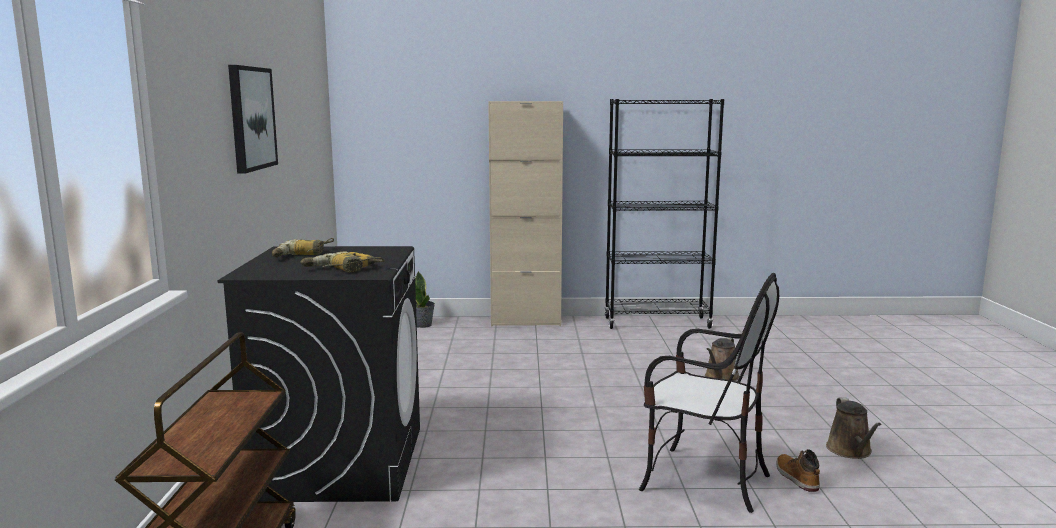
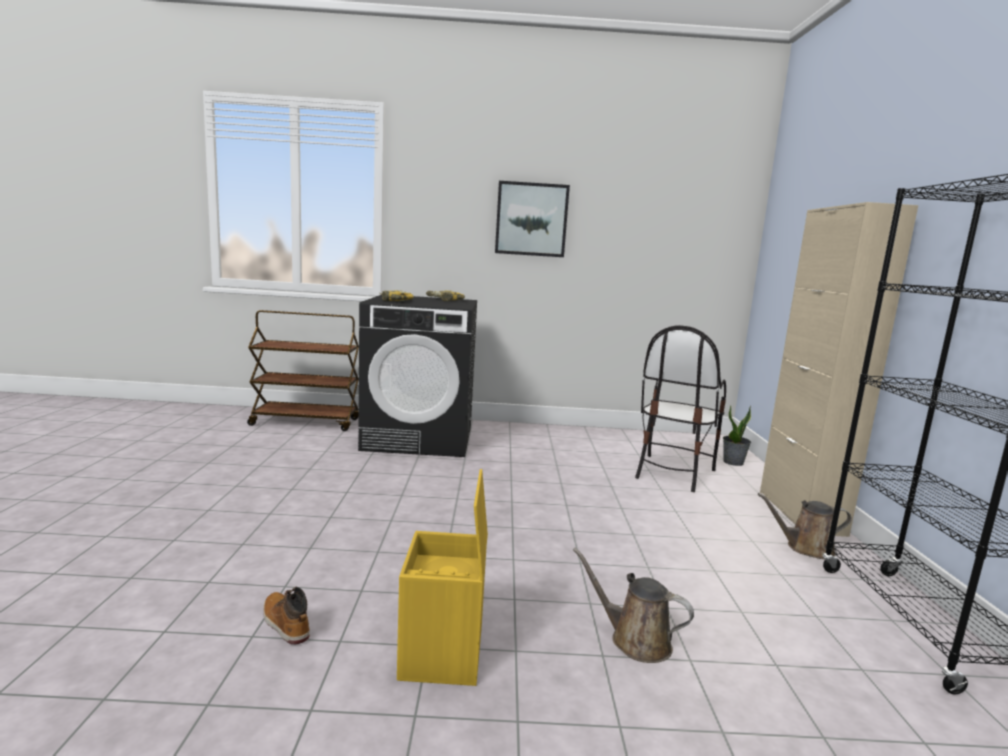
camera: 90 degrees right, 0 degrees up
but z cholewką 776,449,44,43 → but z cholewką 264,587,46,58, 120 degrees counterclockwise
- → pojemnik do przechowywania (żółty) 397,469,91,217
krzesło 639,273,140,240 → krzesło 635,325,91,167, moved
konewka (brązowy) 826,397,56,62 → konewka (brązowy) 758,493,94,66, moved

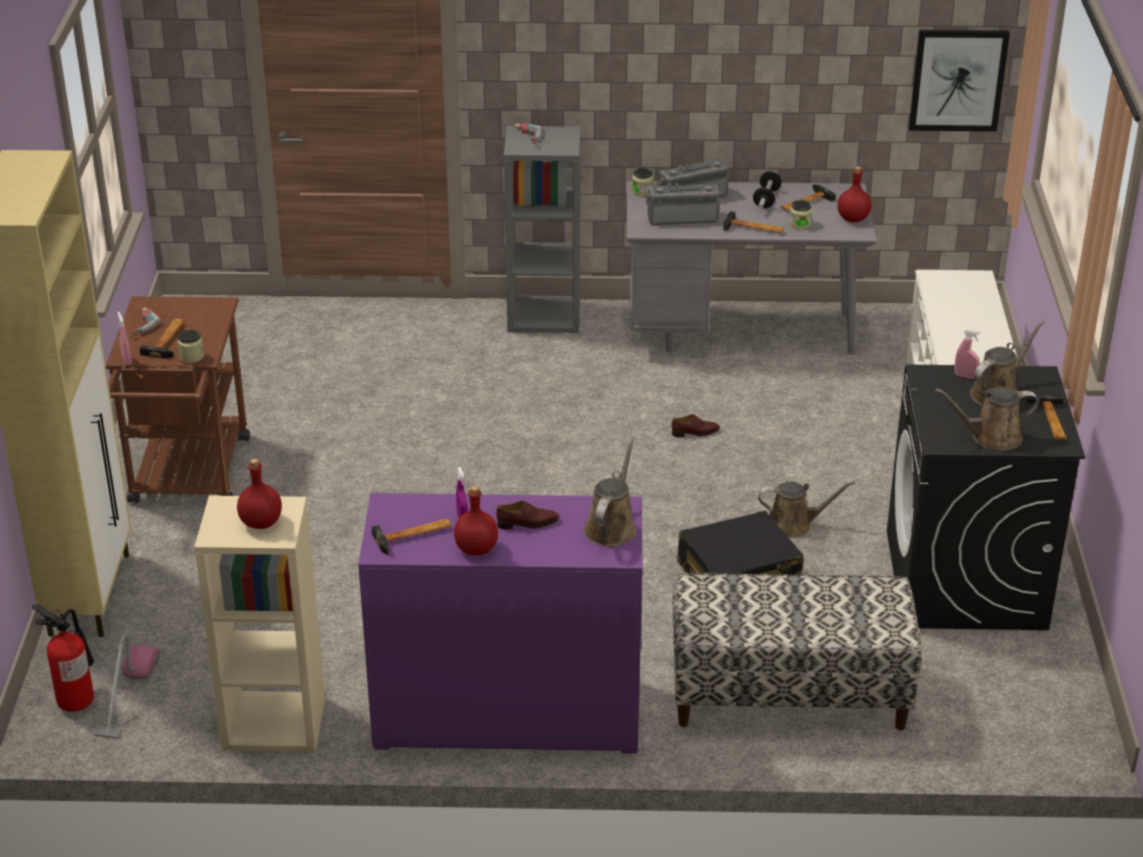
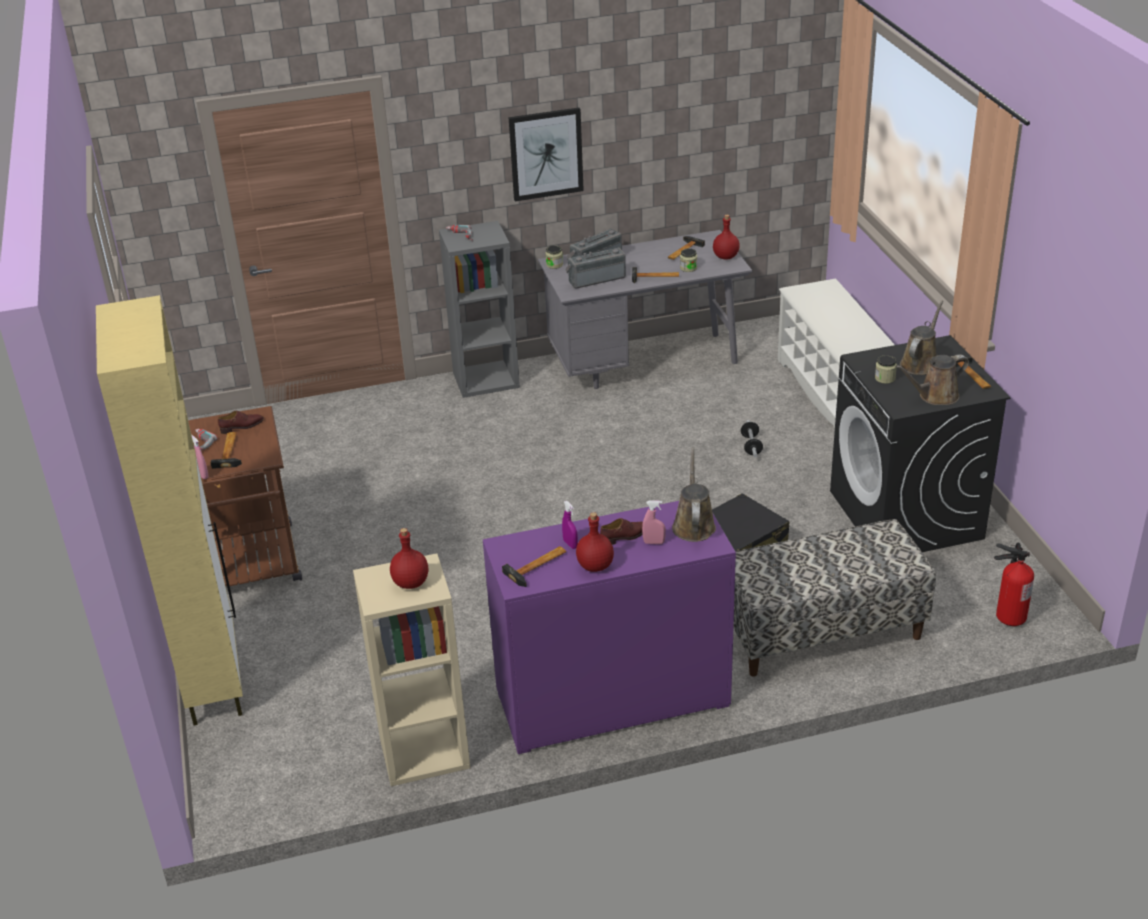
camera: 15 degrees left, 0 degrees up
but (brązowy) 672,414,48,23 → but (brązowy) 218,411,46,23, moved
obraz 909,30,101,102 → obraz 508,107,76,94, moved
spryskiwacz (różowy) 954,329,27,50 → spryskiwacz (różowy) 642,500,24,44, moved
hantel 753,171,29,38 → hantel 741,420,22,38, moved
słoik 178,330,26,33 → słoik 875,355,22,29, moved
gaśnica 32,604,62,108 → gaśnica 994,542,40,84, moved
odkurzacz 94,634,66,105 → -
konewka (brązowy) 758,481,97,57 → -

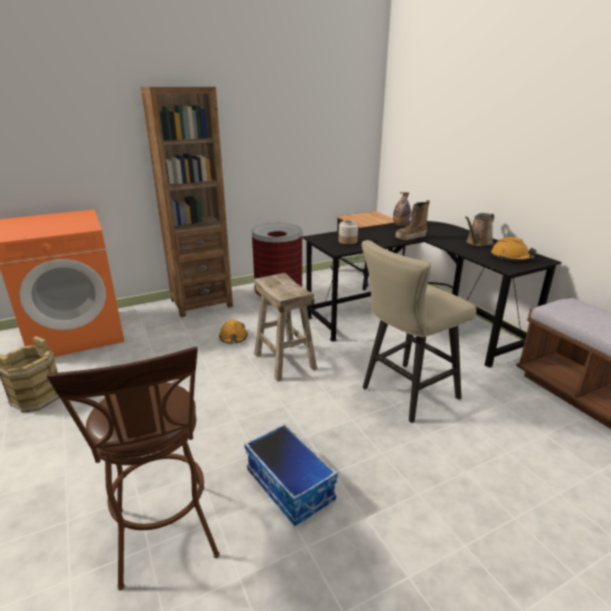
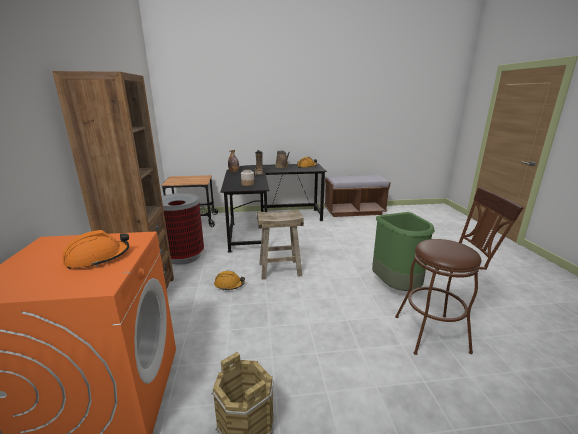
camera: 70 degrees left, 5 degrees down
- → kask (pomarańczowy) 63,230,66,39
pojemnik do przechowywania 244,424,94,102 → kosz na śmieci (zielony) 372,212,63,79
stołek (beżowy) 361,240,116,183 → -

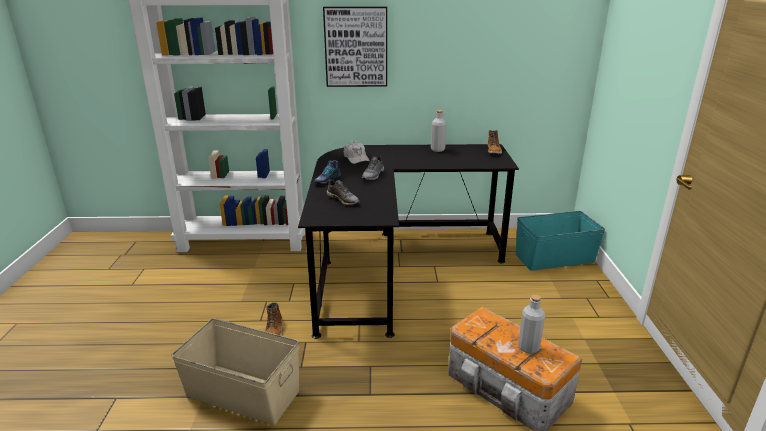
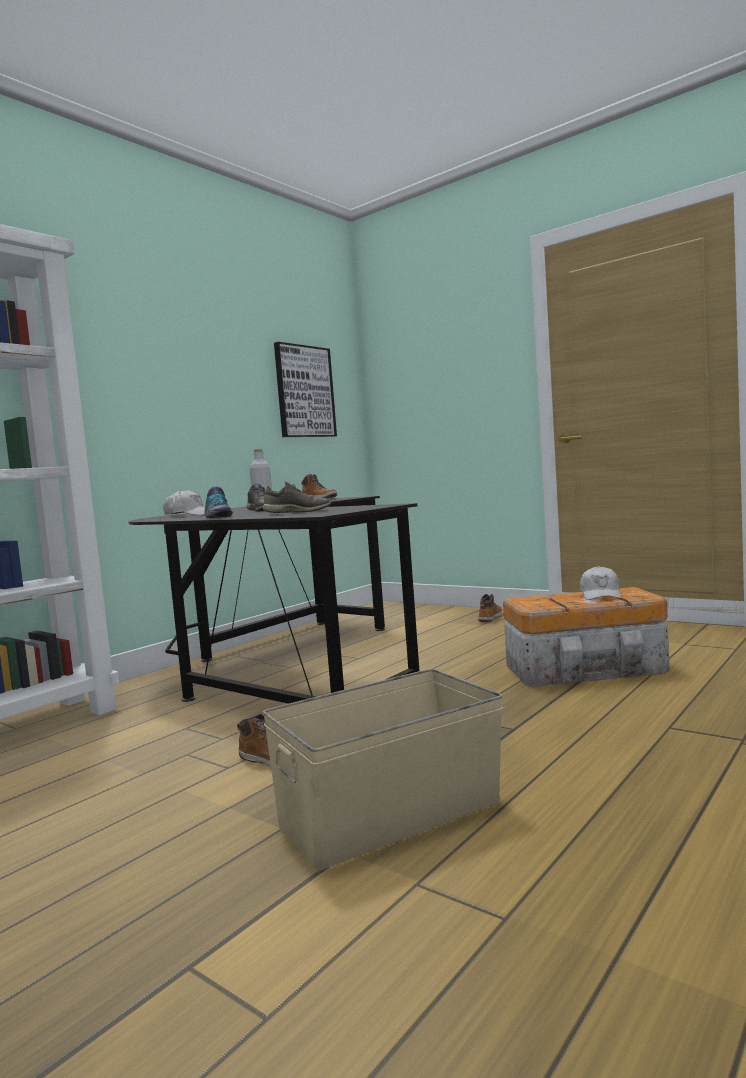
camera: 50 degrees left, 20 degrees down
obraz 323,6,64,81 → obraz 274,342,63,95, moved
- → but z cholewką 478,594,24,28
butelka (szary) 518,295,27,59 → czapka z daszkiem (biały) 580,566,42,34
pojemnik do przechowywania (turkusowy) 516,211,89,60 → -

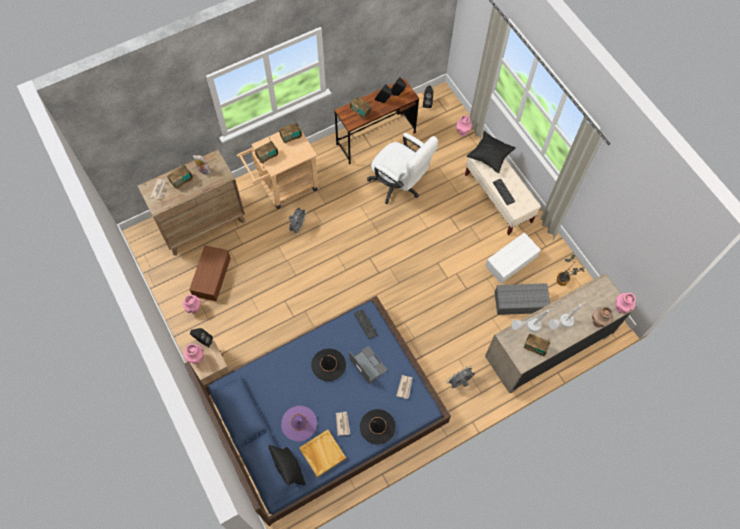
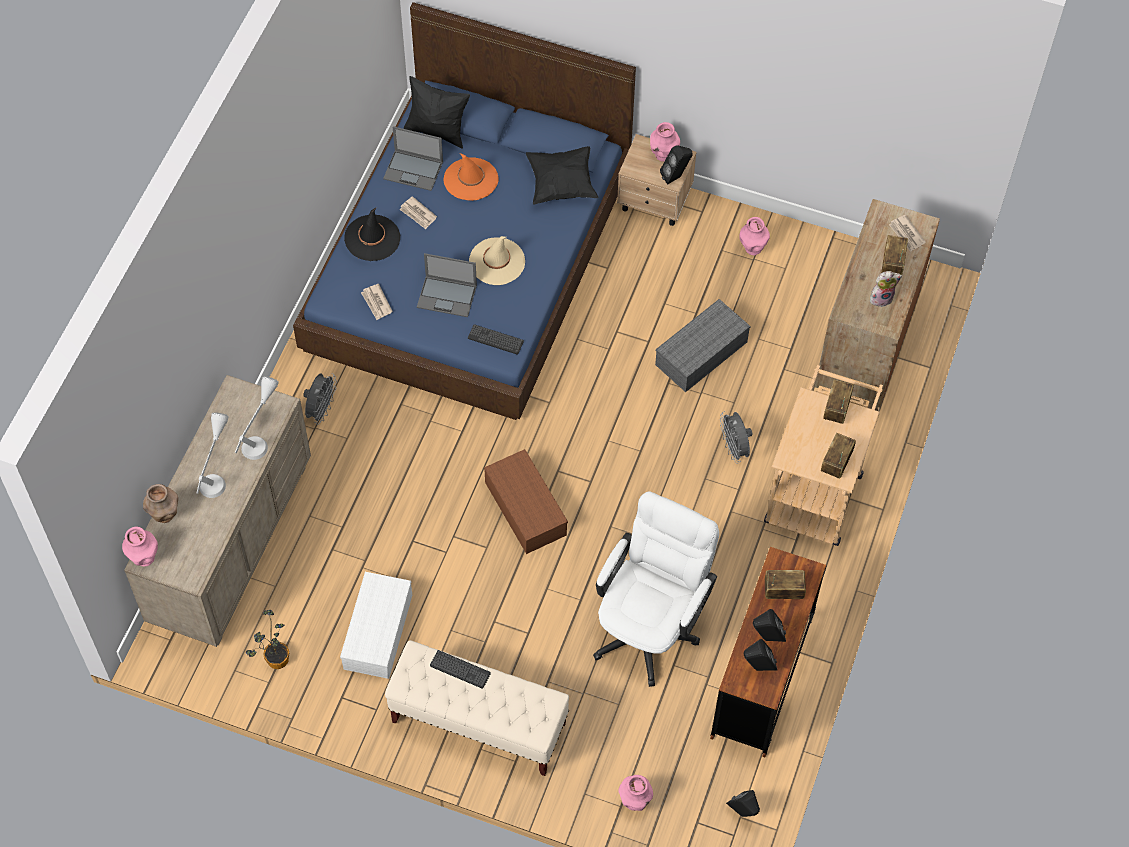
camera: 140 degrees right, 5 degrees down
taca (beżowy) 299,429,47,49 → laptop 383,126,60,65
kapelusz (fioletowy) 281,406,36,35 → kapelusz (pomarańczowy) 443,153,56,48
kapelusz (czarny) 311,349,35,32 → kapelusz (beżowy) 469,236,56,49
pojemnik do przechowywania (brązowy) 189,245,42,56 → pojemnik do przechowywania (brązowy) 484,449,84,105, moved
poduszka (czarny) 466,131,50,42 → poduszka (czarny) 526,146,72,58, moved
krzesło biurowe (biały) 367,133,71,71 → krzesło biurowe (biały) 593,491,126,196, 120 degrees clockwise
pojemnik do przechowywania (szary) 495,283,55,32 → pojemnik do przechowywania (szary) 655,299,95,93, moved
radio 524,334,26,22 → -

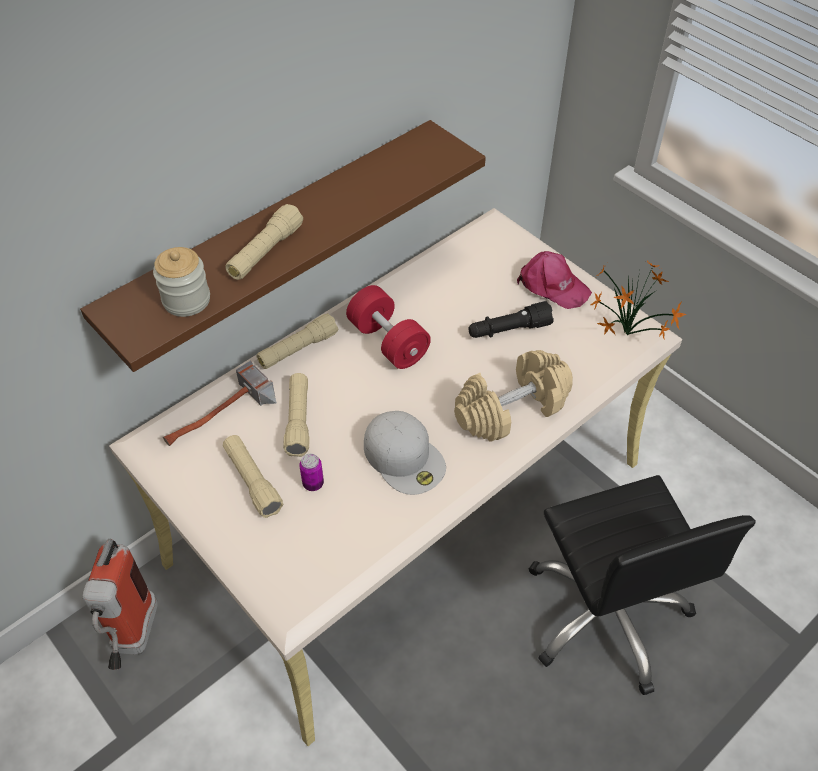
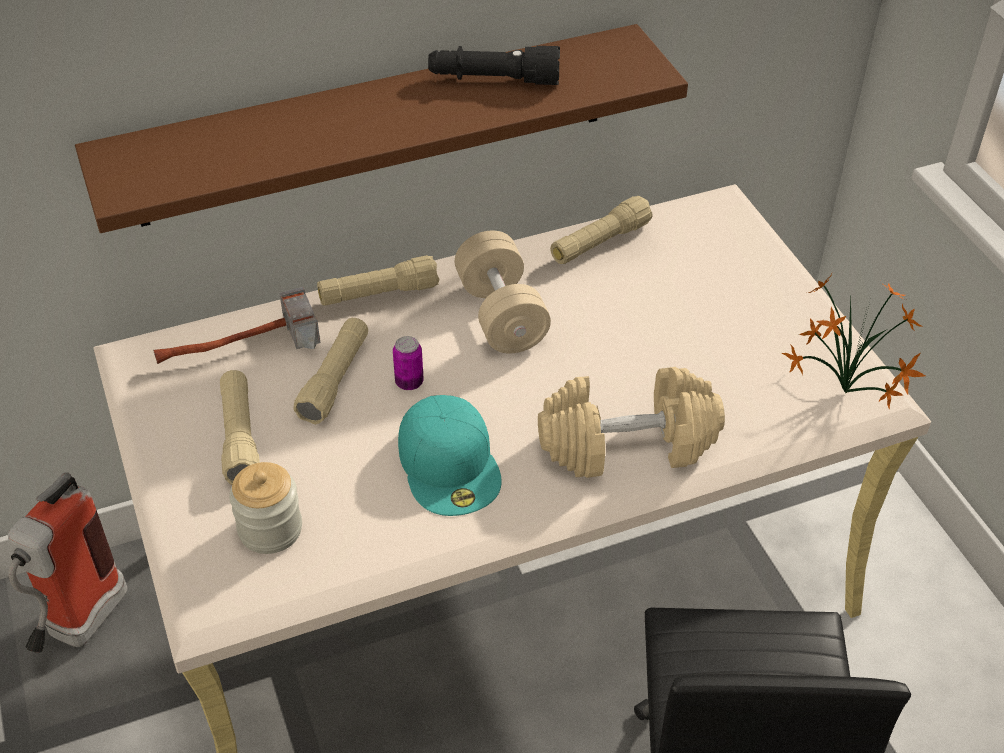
camera: 20 degrees right, 5 degrees down
słoik 153,247,57,70 → słoik 229,462,73,92, moved
puszka 299,454,25,37 → puszka 393,336,31,54, moved
czapka z daszkiem (biały) 364,411,82,84 → czapka z daszkiem (turkusowy) 398,395,104,121
latarka (czarny) 468,301,86,37 → latarka (czarny) 428,46,132,39, moved
hantel (czerwony) 346,285,85,84 → hantel (beżowy) 455,230,96,123
latarka (beżowy) 225,204,78,76 → latarka (beżowy) 550,196,103,68, moved
czapka z daszkiem (różowy) 517,251,75,58 → -

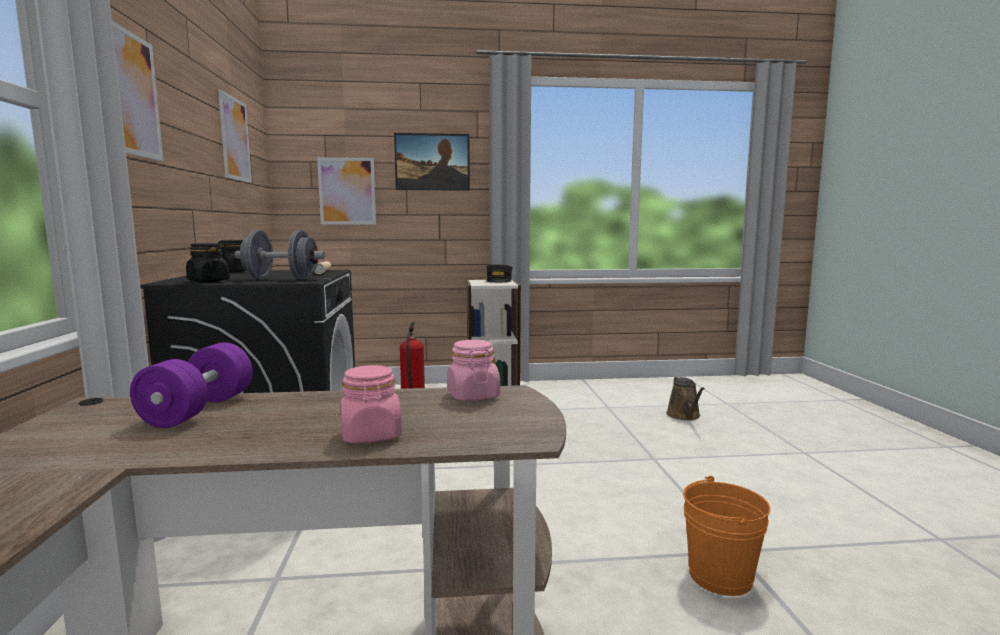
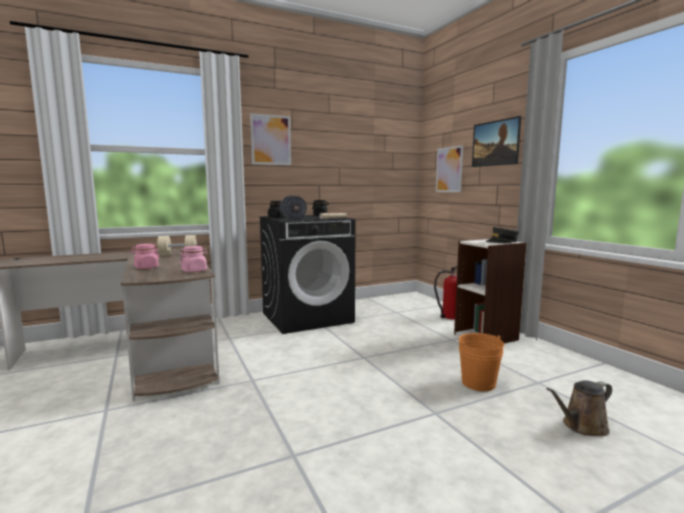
camera: 70 degrees right, 0 degrees up
hantel (fioletowy) 130,342,123,86 → hantel (beżowy) 157,235,40,21
wiadro (pomarańczowy) 683,476,88,120 → wiadro (pomarańczowy) 459,333,45,58, moved
obraz 218,89,34,94 → -

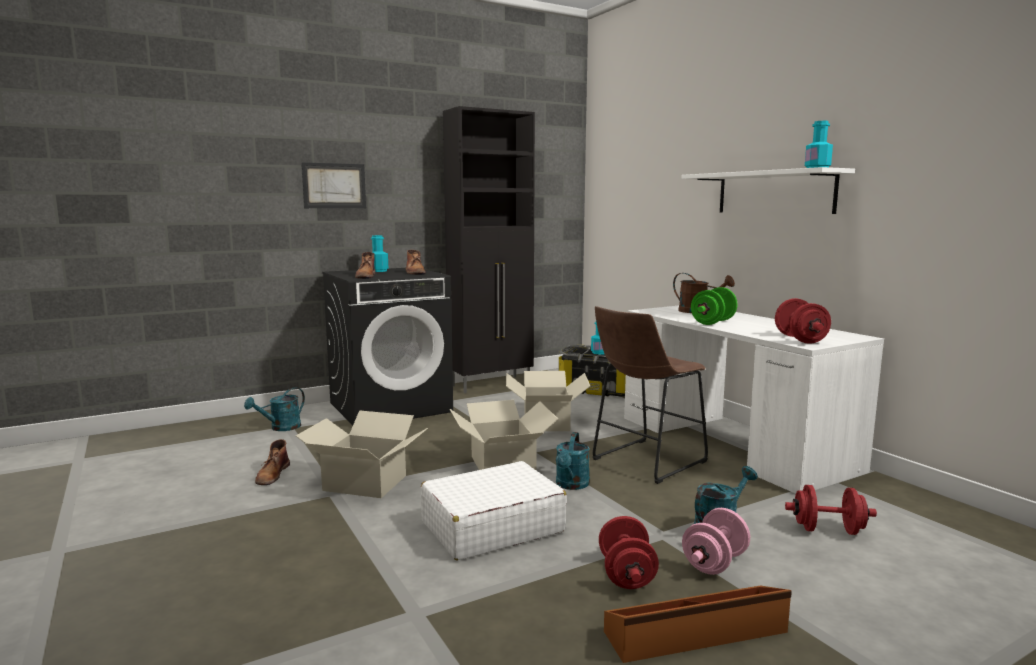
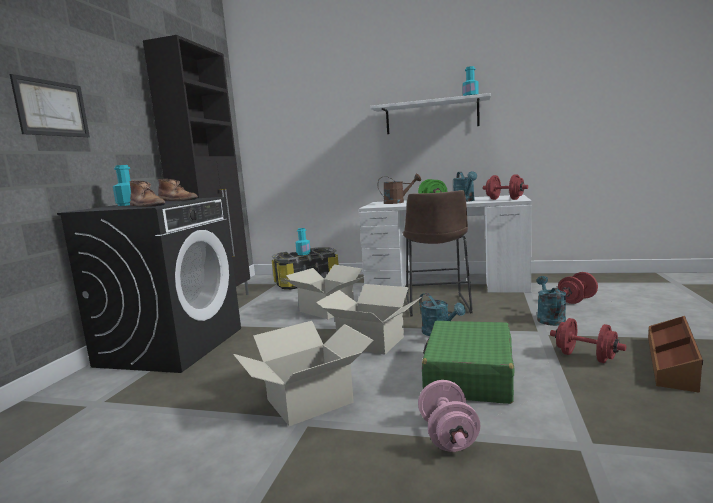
camera: 45 degrees left, 0 degrees up
hantel (różowy) 682,508,68,67 → hantel (różowy) 418,380,62,72, moved
walizka (biały) 421,461,146,99 → walizka (zielony) 422,321,93,83
konewka (turkusowy) 244,387,61,44 → konewka (turkusowy) 453,171,24,31, moved
but z cholewką (brązowy) 255,439,35,46 → -

